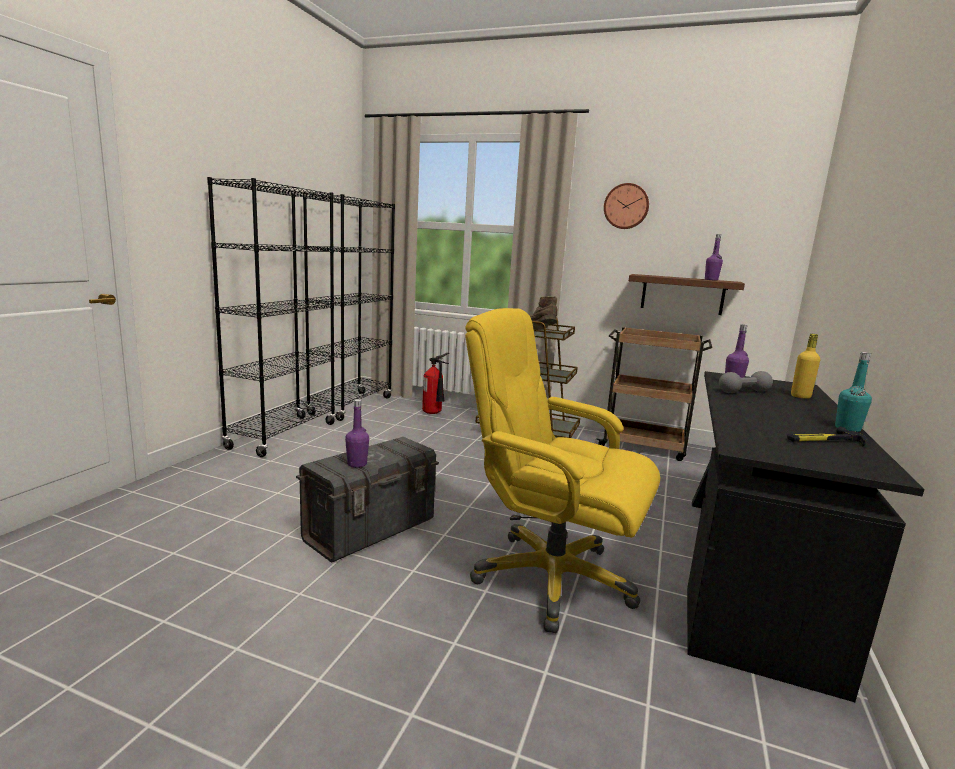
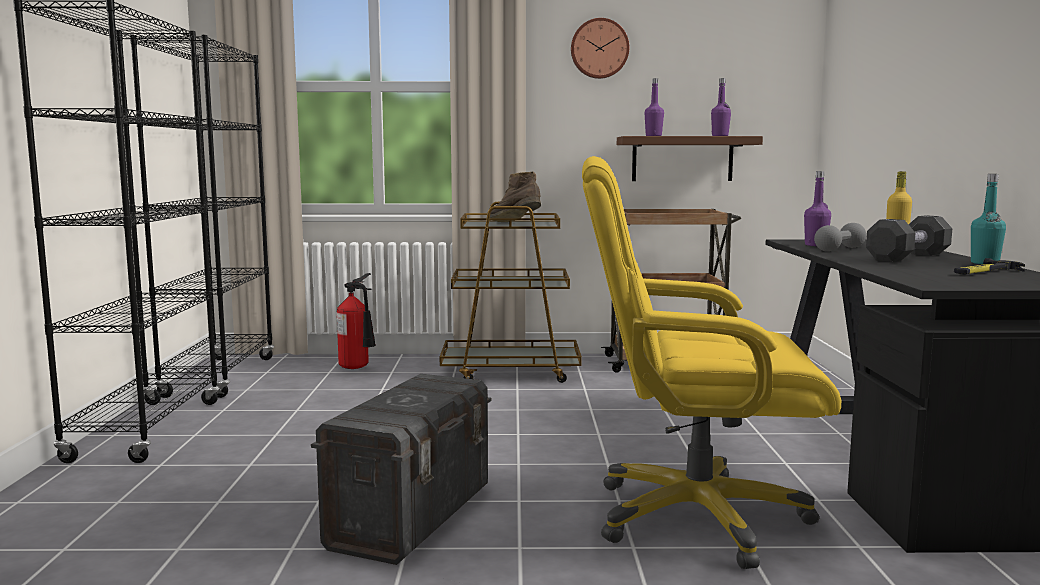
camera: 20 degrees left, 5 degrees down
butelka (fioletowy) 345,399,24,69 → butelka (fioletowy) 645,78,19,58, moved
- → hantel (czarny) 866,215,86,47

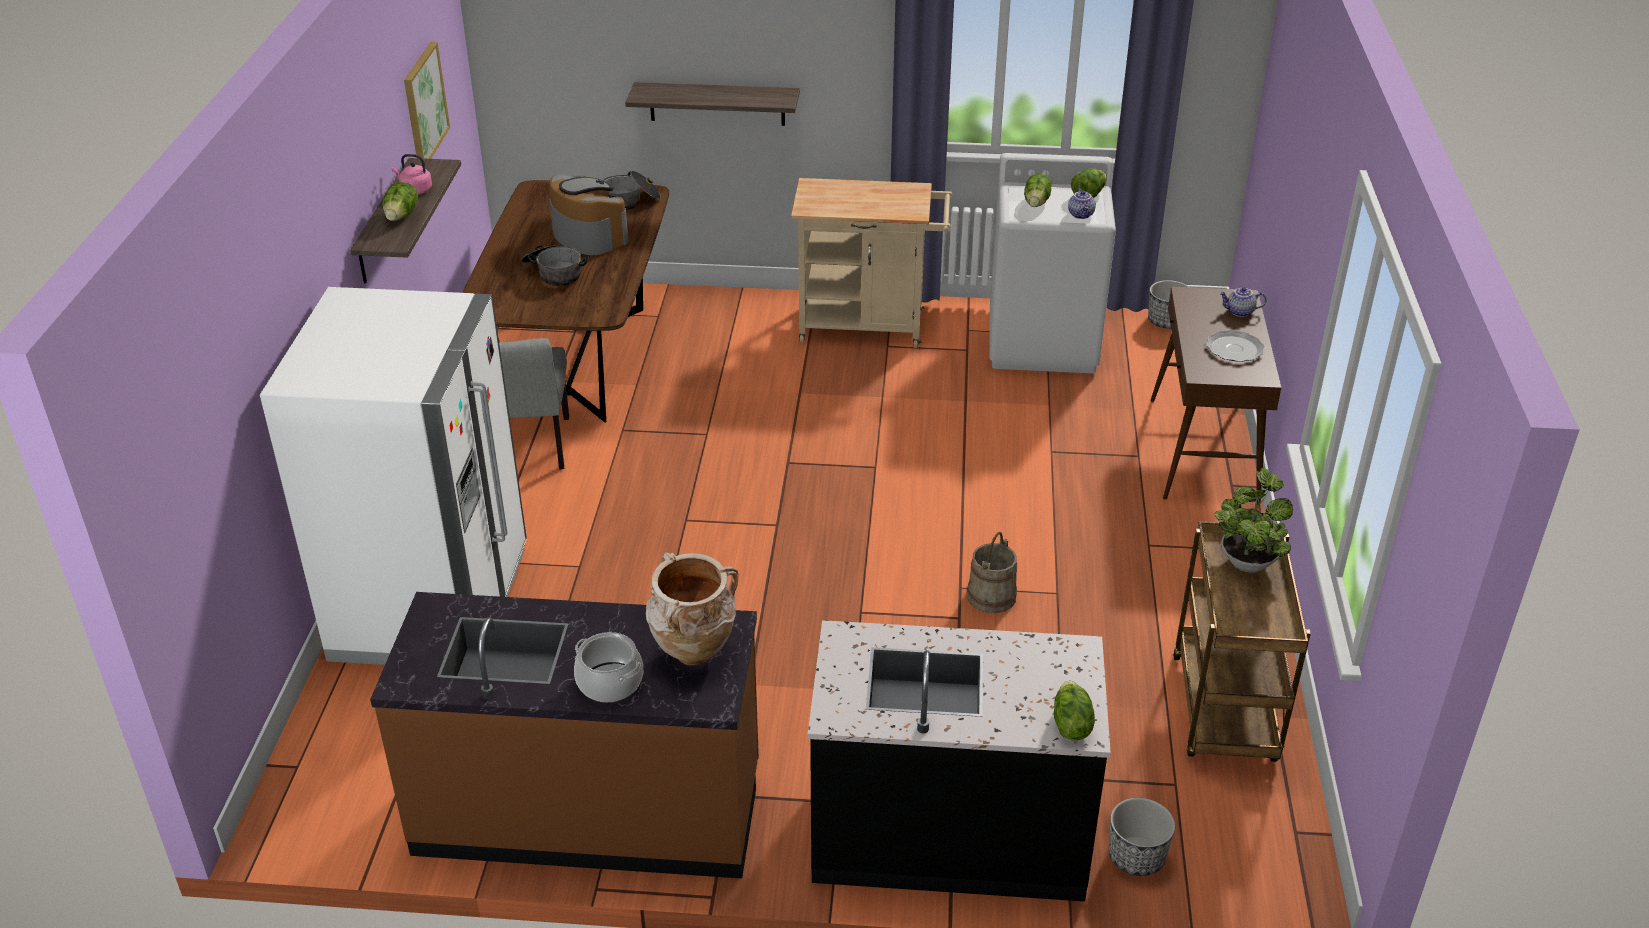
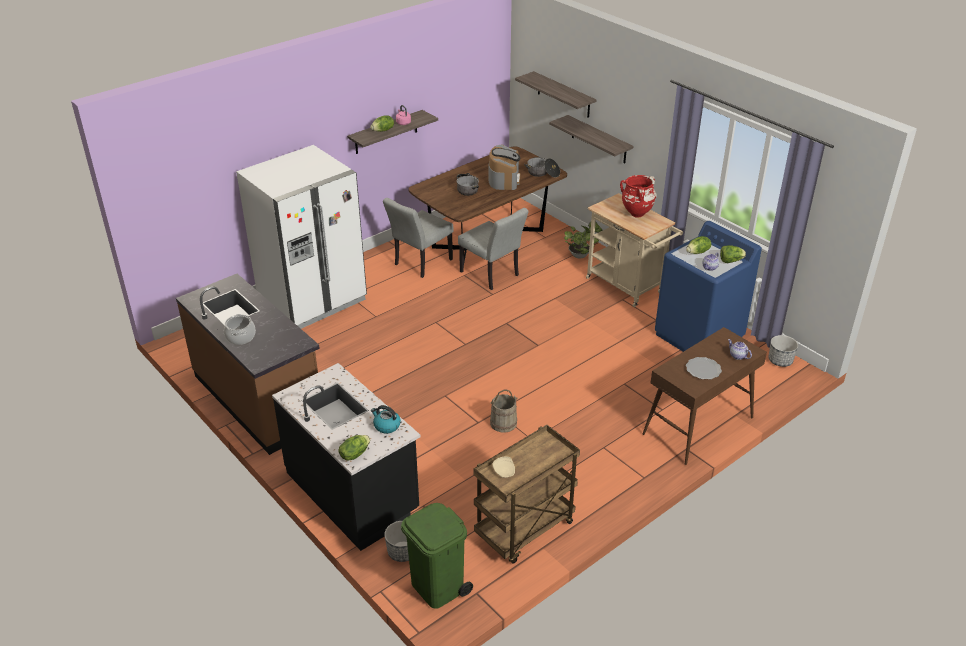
camera: 45 degrees right, 0 degrees up
- → czajnik 371,405,30,28
- → kosz na śmieci (zielony) 401,503,72,106
- → krzesło (szary) 458,208,70,82
- → talerz (beżowy) 492,456,23,22
- → półka 515,71,81,47
roślina doniczkowa 1215,467,78,106 → roślina doniczkowa 564,222,38,37, moved
- → wazon (czerwony) 620,175,37,43
pralka (biały) 989,153,127,220 → pralka (niebieski) 655,221,107,131
obraz 404,42,46,117 → -
wazon (beżowy) 646,552,92,114 → -

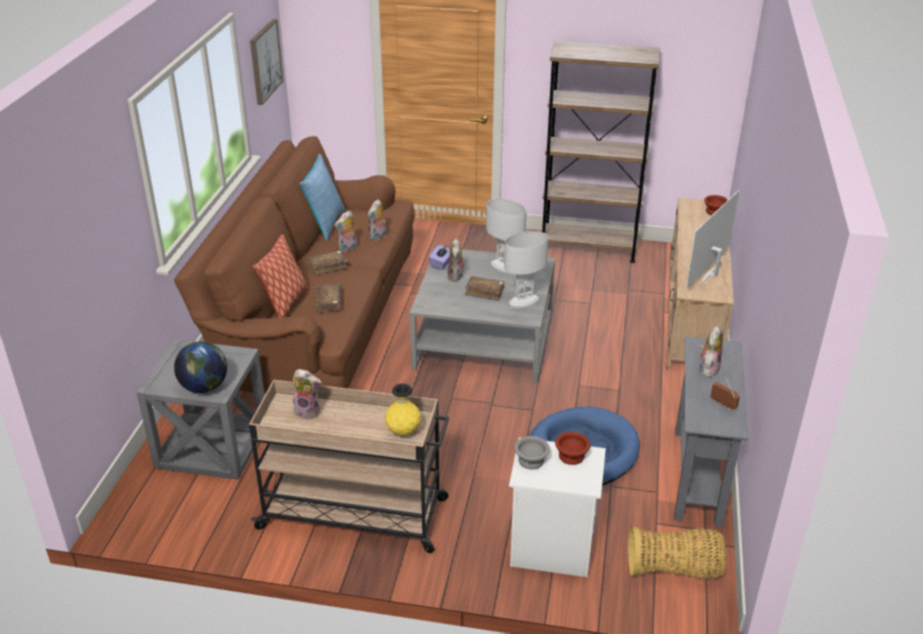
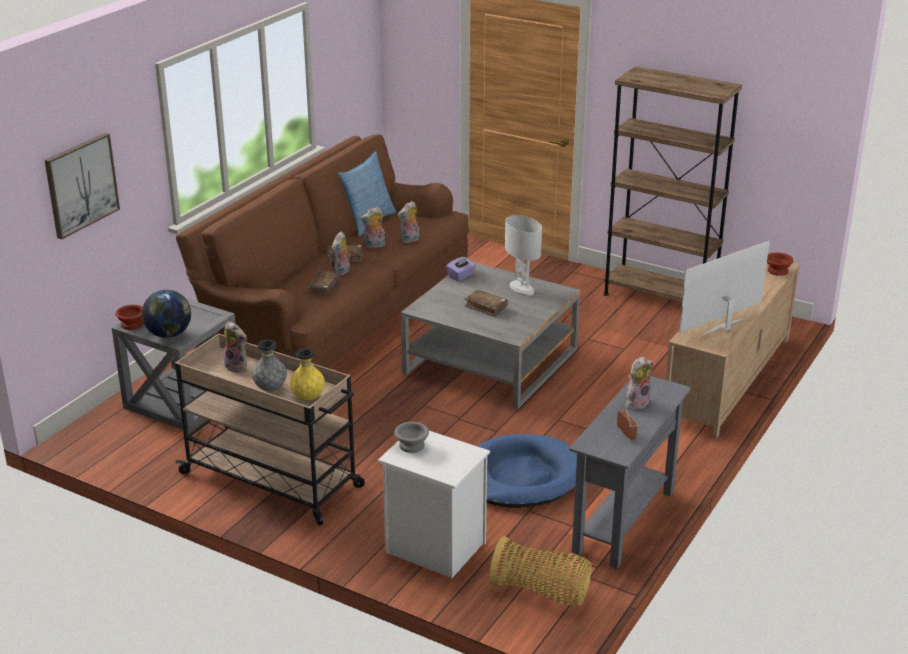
camera: 20 degrees right, 5 degrees down
obraz 250,19,33,86 → obraz 45,133,75,106, moved
miska (brązowy) 555,432,35,33 → miska (brązowy) 115,305,28,25, moved
- → wazon (szary) 252,340,35,51
pluszak 447,239,19,43 → pluszak 332,231,19,44, moved
poduszka 253,234,55,84 → -
lampa stołowa (biały) 504,231,44,77 → -

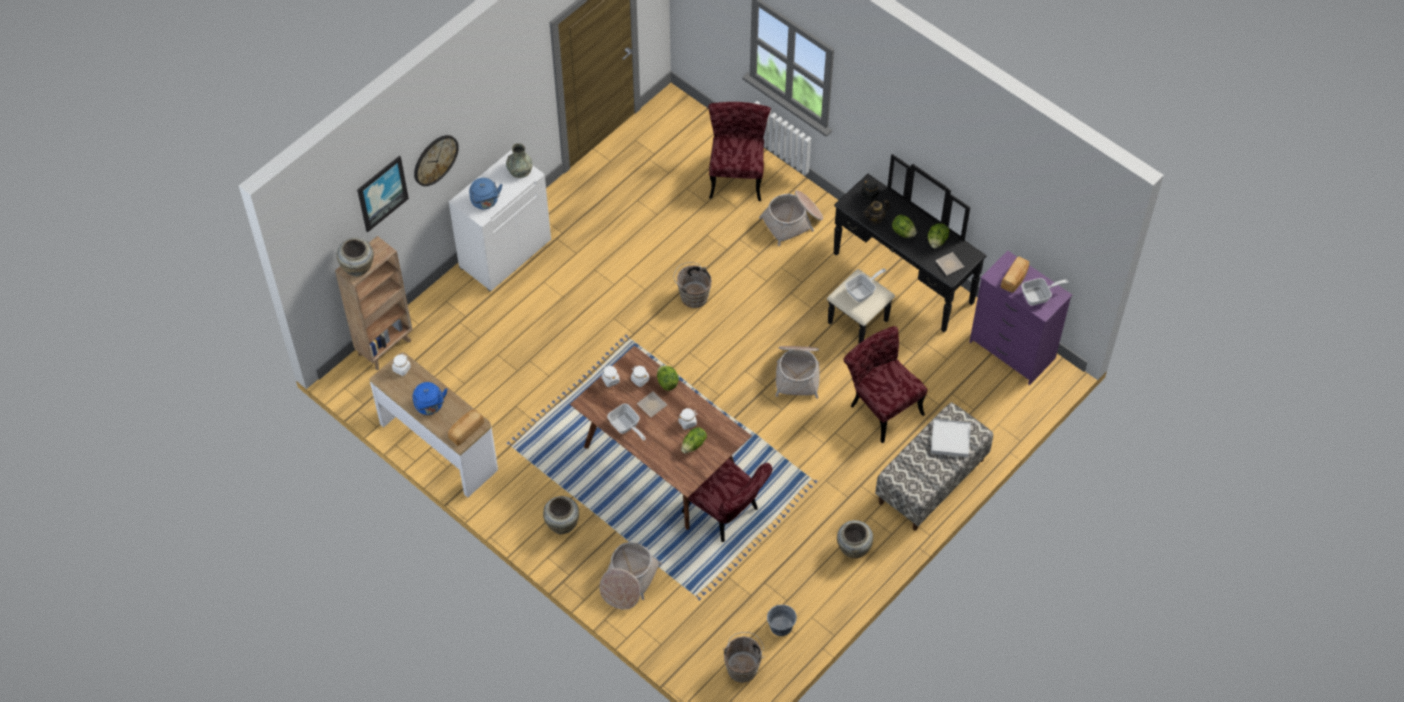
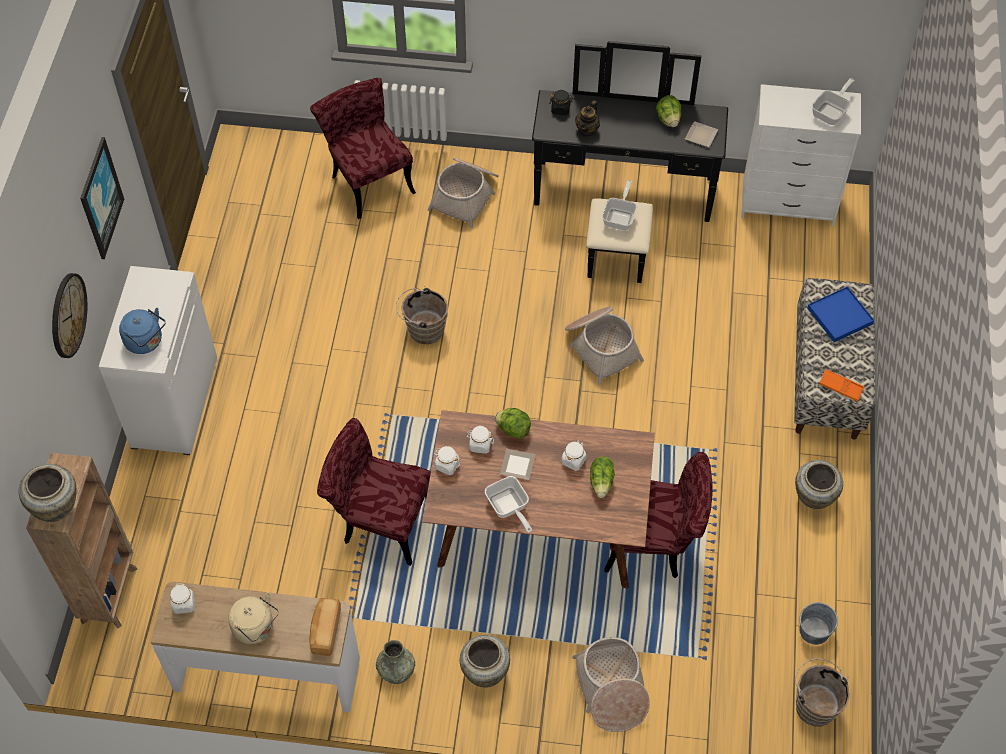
camera: 35 degrees left, 0 degrees up
obraz 357,156,52,76 → obraz 80,137,44,122, moved
czajnik (niebieski) 413,382,34,33 → czajnik (beżowy) 228,593,51,51
krzesło (czerwony) 844,326,83,117 → krzesło (czerwony) 317,418,114,148, moved
wazon (szary) 506,143,27,35 → wazon (szary) 376,640,39,44, moved
patelnia 607,403,39,38 → patelnia 485,476,47,57, 45 degrees clockwise
komoda (fioletowy) 969,251,103,134 → komoda (biały) 741,84,120,143
taca (biały) 931,419,40,38 → taca (niebieski) 807,287,67,55
- → taca (pomarańczowy) 819,369,45,33
sałata 892,215,25,23 → -
chleb 1001,257,28,36 → -

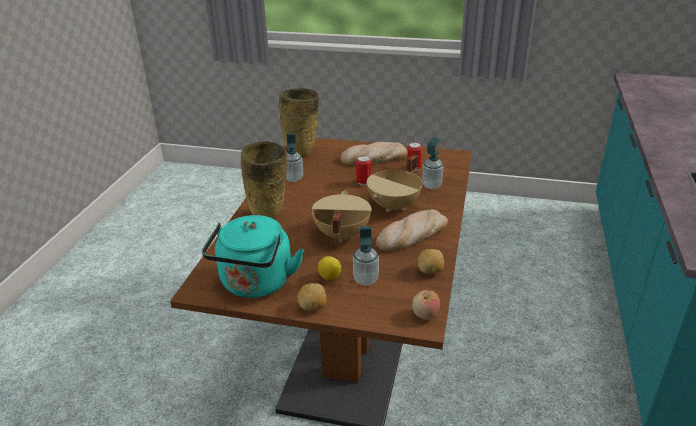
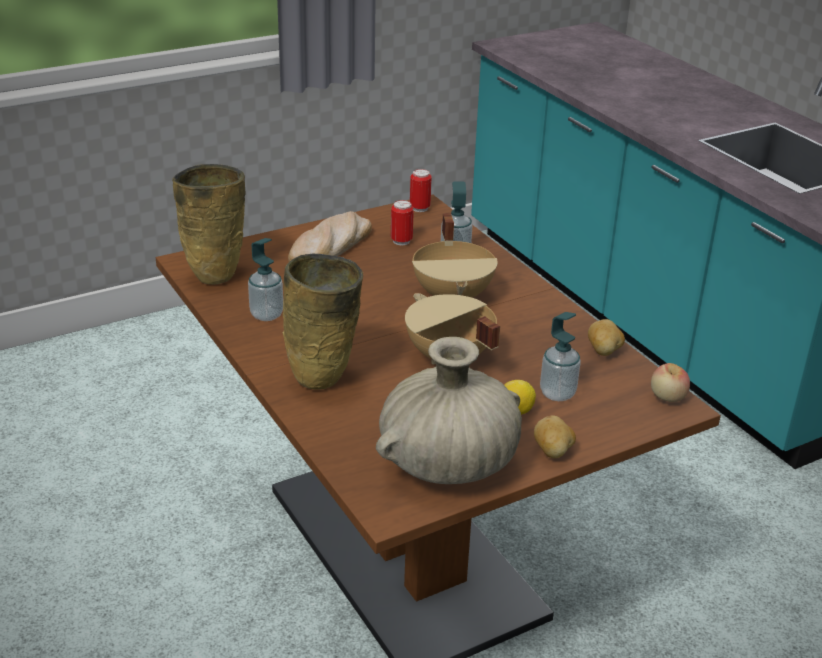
camera: 45 degrees left, 0 degrees up
czajnik (turkusowy) 202,215,102,83 → wazon (beżowy) 376,337,146,147
puszka 356,156,15,30 → puszka 410,169,22,43, moved
chleb 376,209,72,42 → -

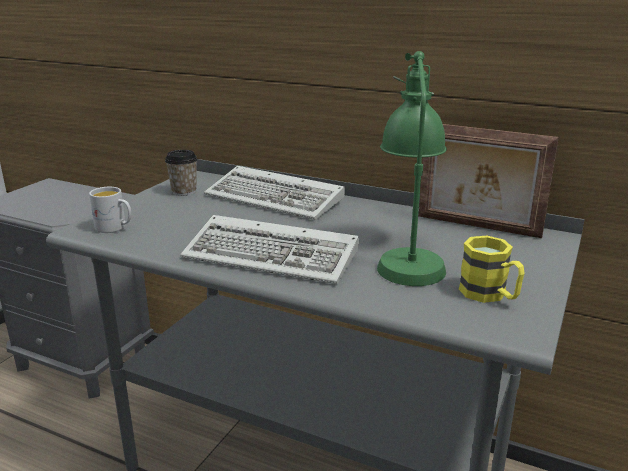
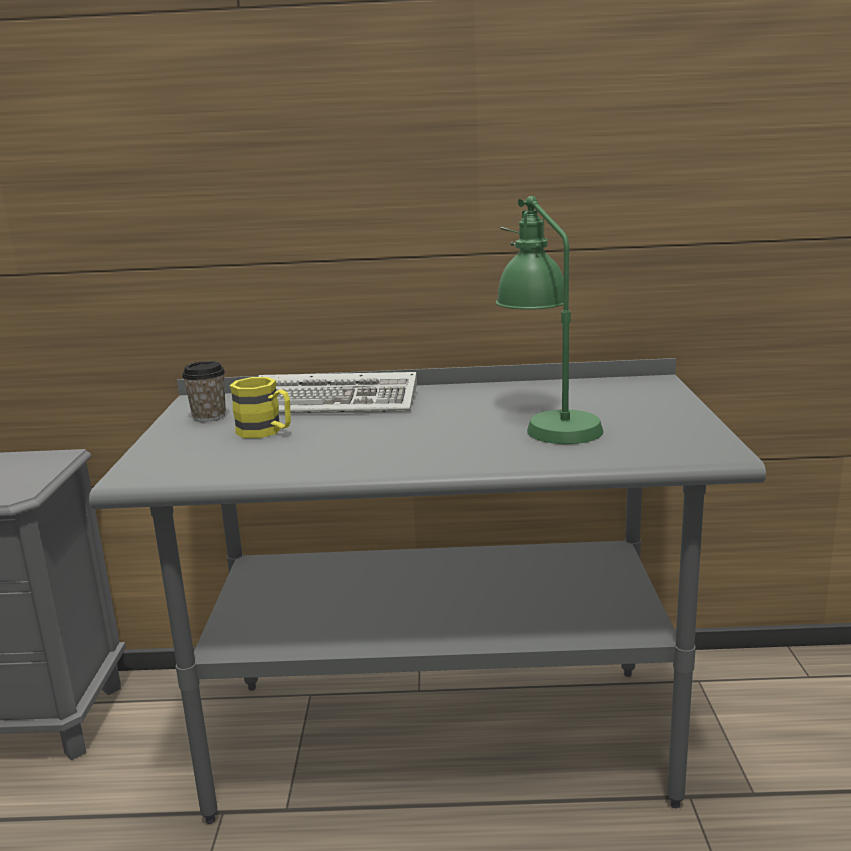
camera: 25 degrees left, 5 degrees down
kubek (żółty) 459,236,66,67 → kubek (żółty) 230,377,61,61, moved
kubek (biały) 89,187,42,46 → -
klawiatura 180,215,179,69 → -
ramka na zdjęcie 419,124,140,114 → -

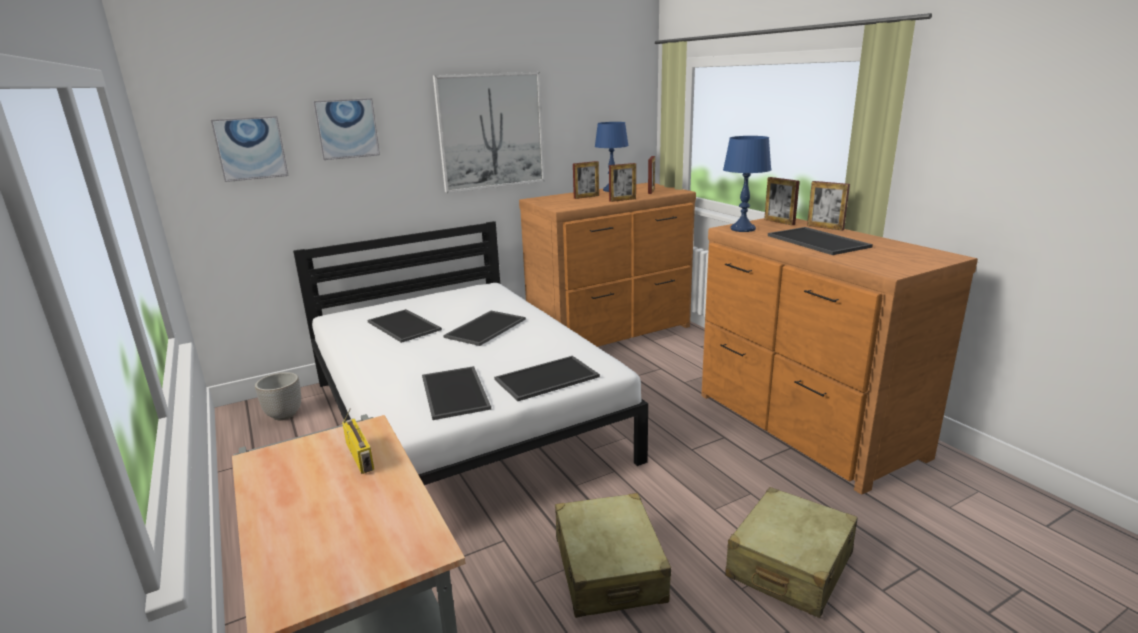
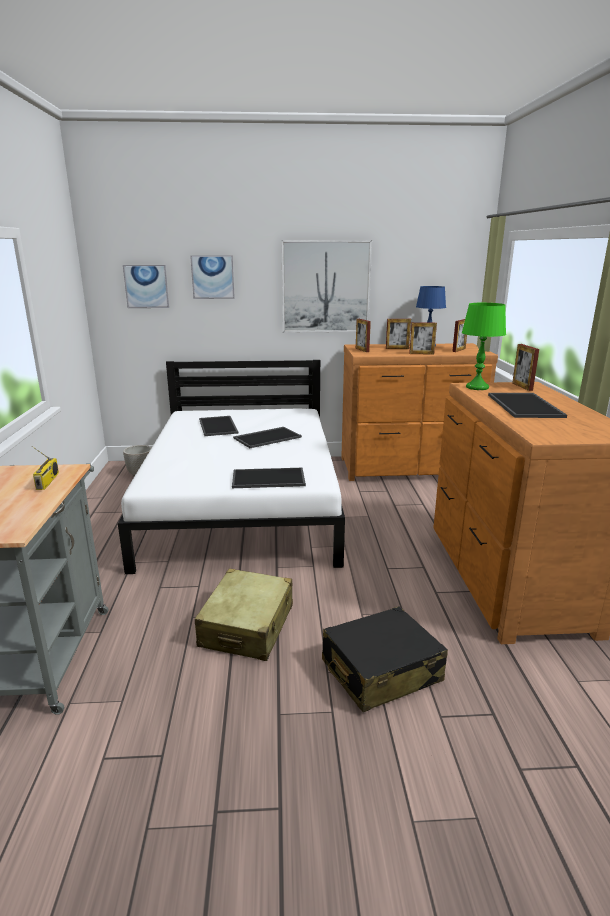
camera: 25 degrees right, 0 degrees up
walizka (beżowy) 725,487,133,131 → walizka (czarny) 322,606,126,106
ramka na zdjęcie 807,181,43,50 → ramka na zdjęcie 356,319,15,33, moved
lampa stołowa (niebieski) 723,136,48,96 → lampa stołowa (zielony) 462,303,44,87
taca 422,366,69,54 → -

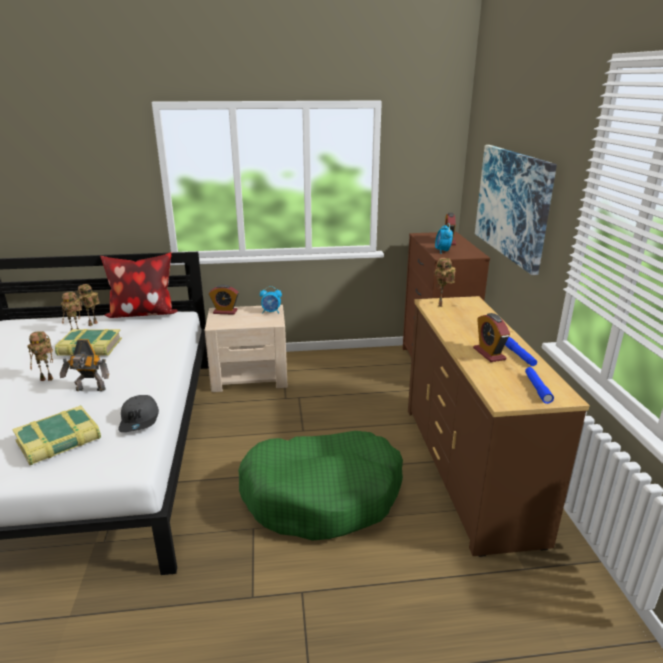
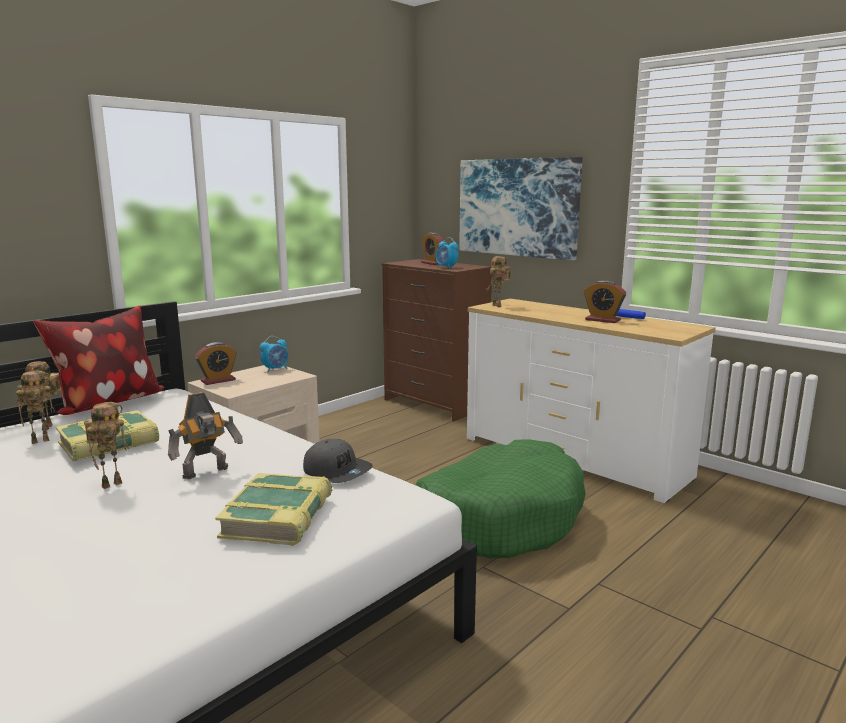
camera: 40 degrees left, 10 degrees down
komoda (brązowy) 408,296,182,261 → komoda (biały) 467,299,249,204
latarka (niebieski) 525,367,29,37 → -

